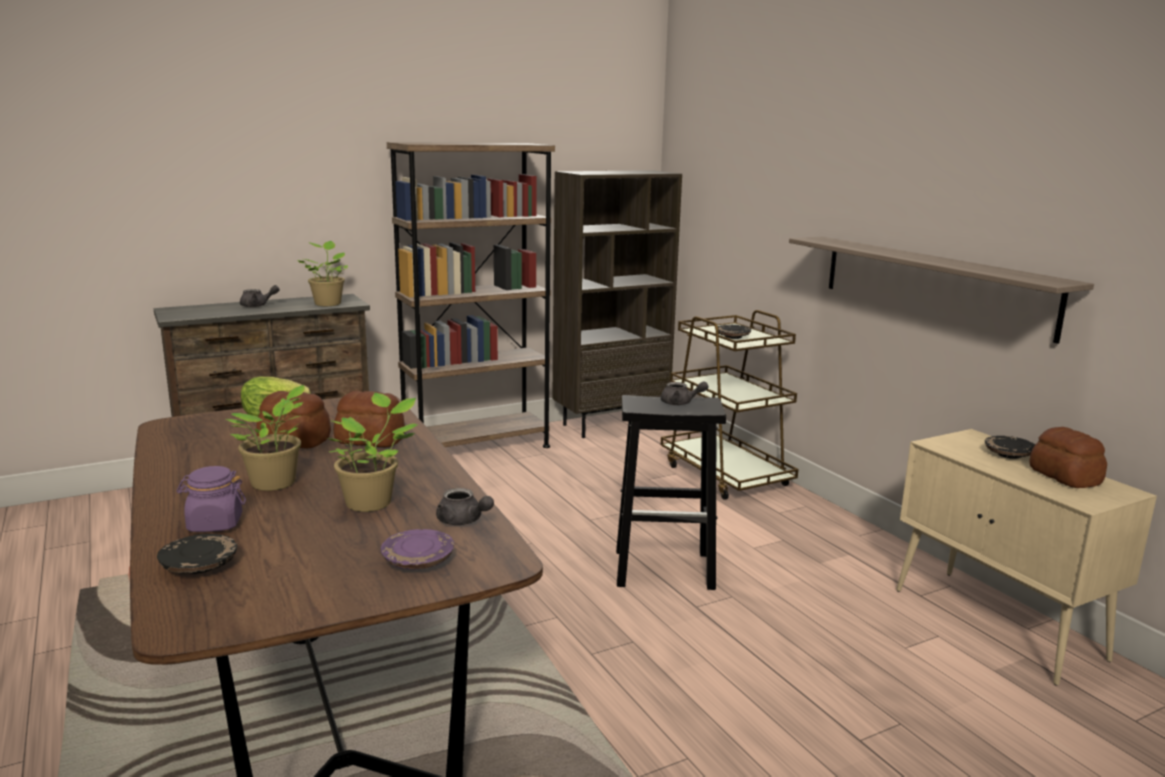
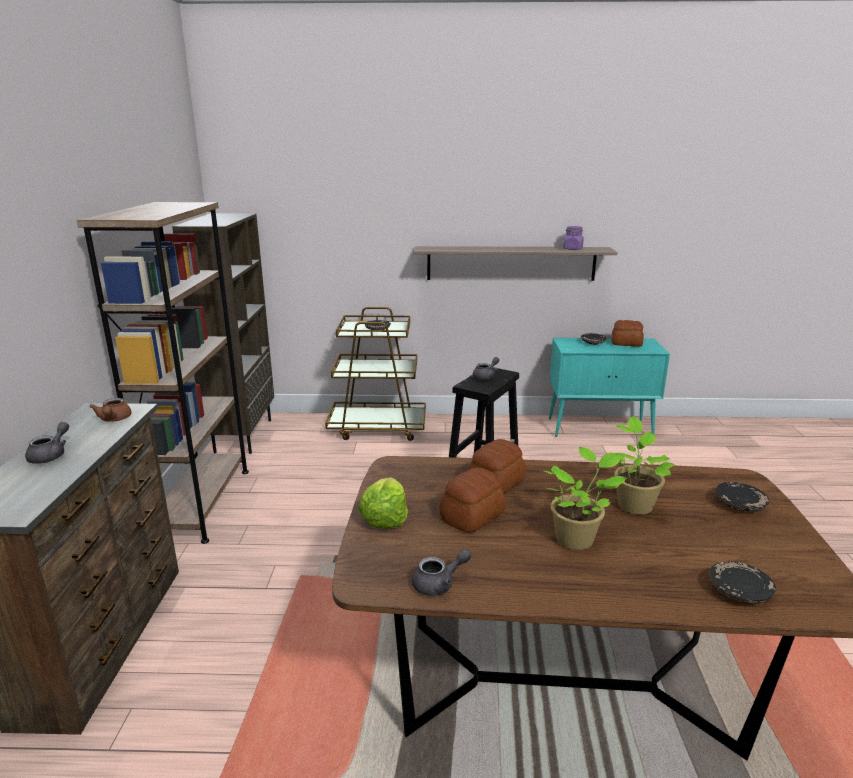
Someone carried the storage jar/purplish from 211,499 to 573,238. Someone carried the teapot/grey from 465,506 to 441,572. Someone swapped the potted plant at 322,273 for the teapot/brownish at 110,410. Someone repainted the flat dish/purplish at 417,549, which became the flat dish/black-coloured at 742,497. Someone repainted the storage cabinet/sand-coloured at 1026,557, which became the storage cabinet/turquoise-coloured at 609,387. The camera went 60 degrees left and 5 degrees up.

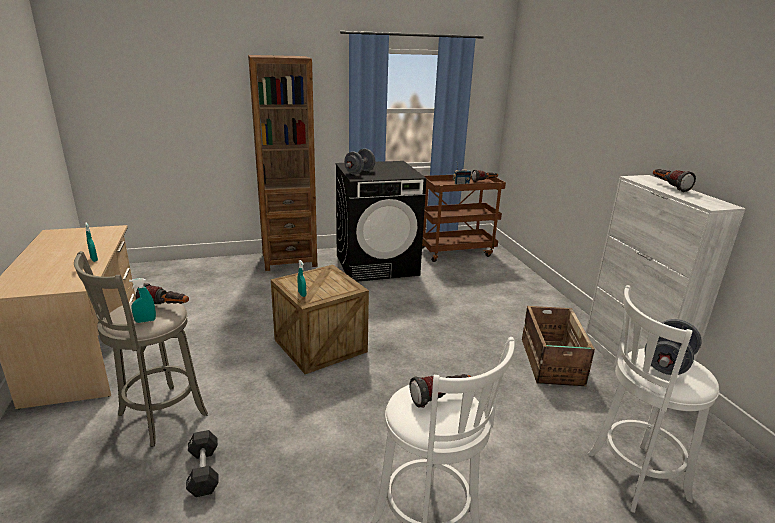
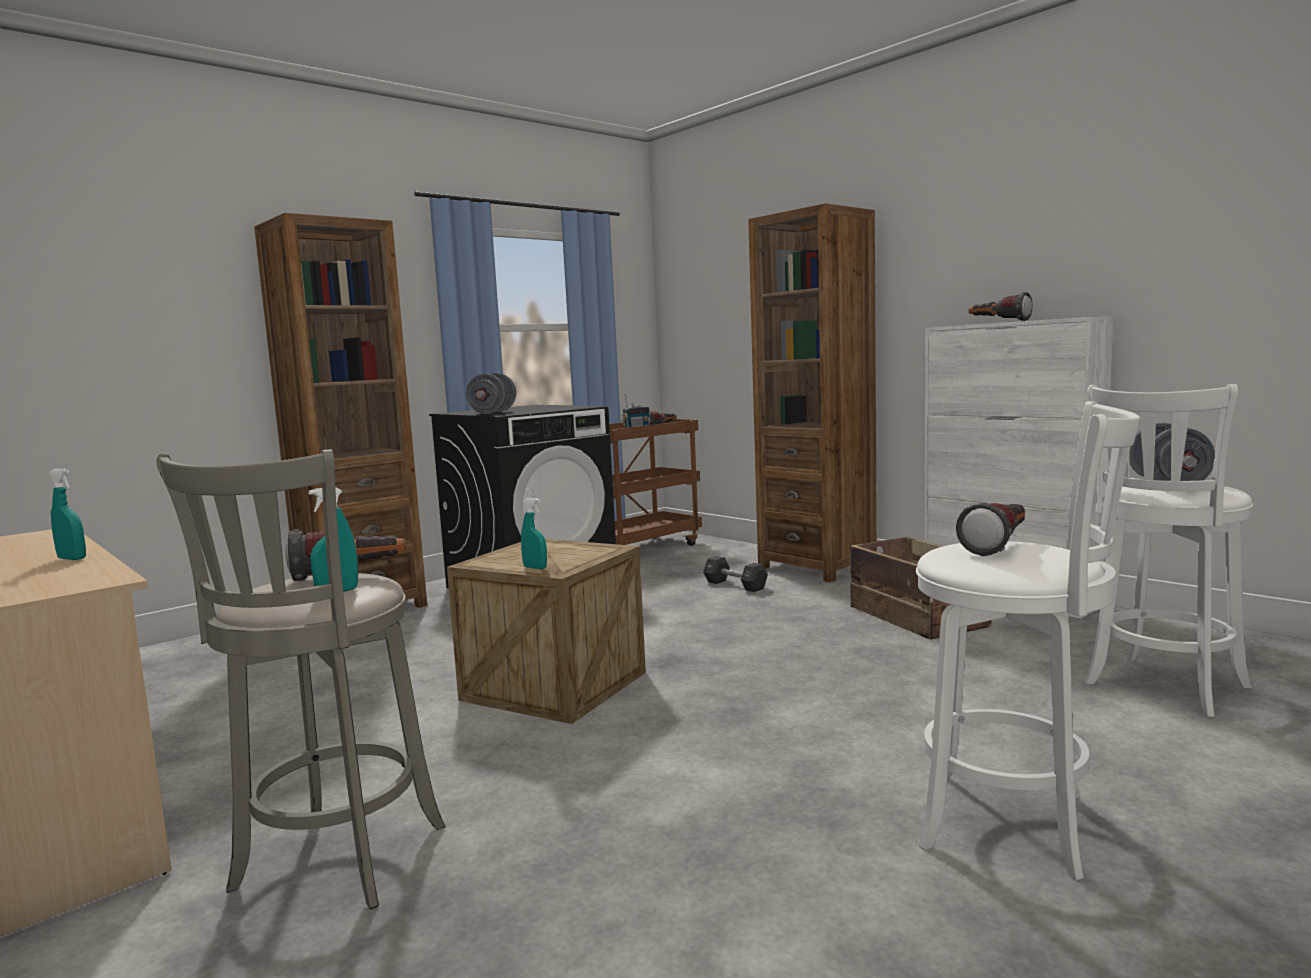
Someone put down the shelving unit/brownish at 812,393. Someone carried the dumbbell/black-coloured from 202,463 to 735,574. The camera went 25 degrees left and 15 degrees down.

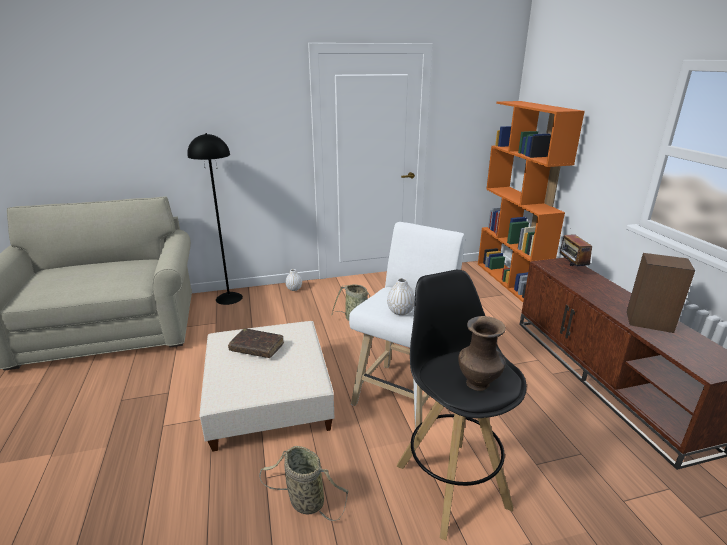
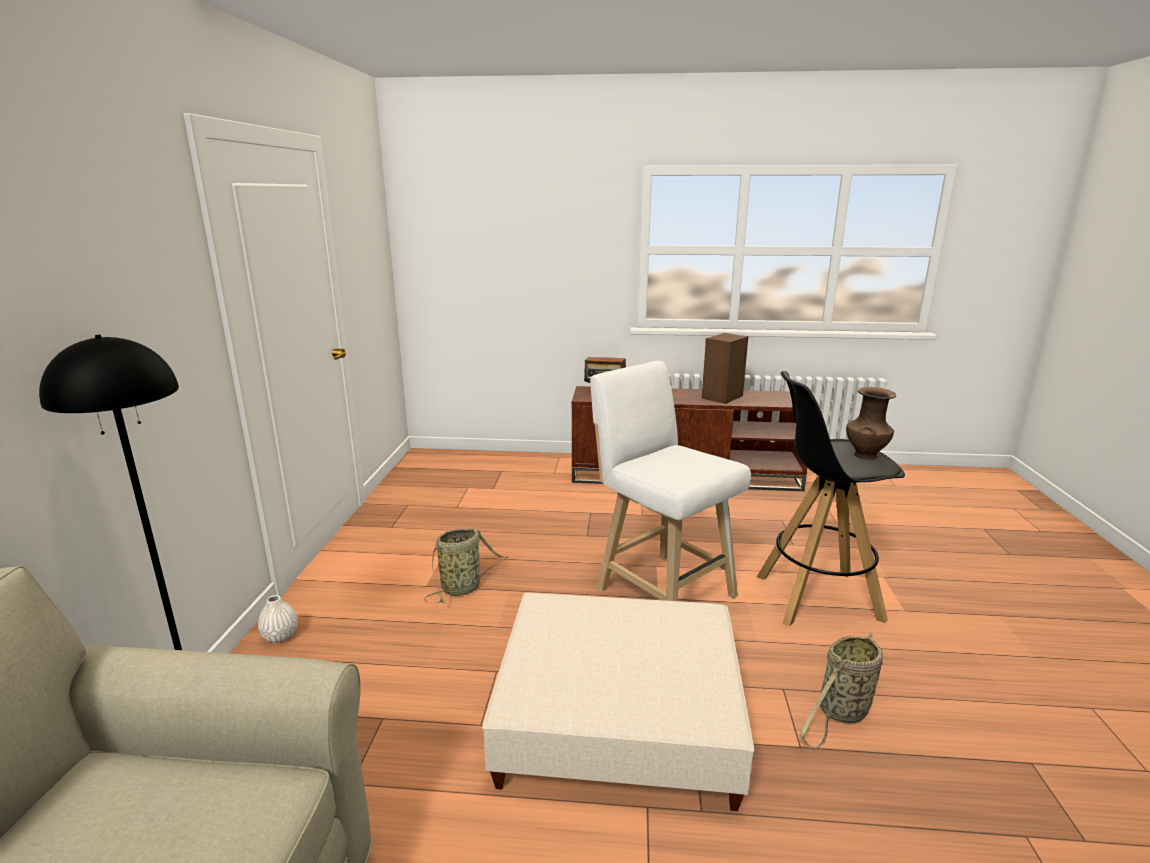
Someone took away the volume/brownish at 256,343. Someone took away the flower vase/white-coloured at 401,296. Someone took away the shelving unit/orange-coloured at 531,201. The camera went 70 degrees left and 5 degrees down.

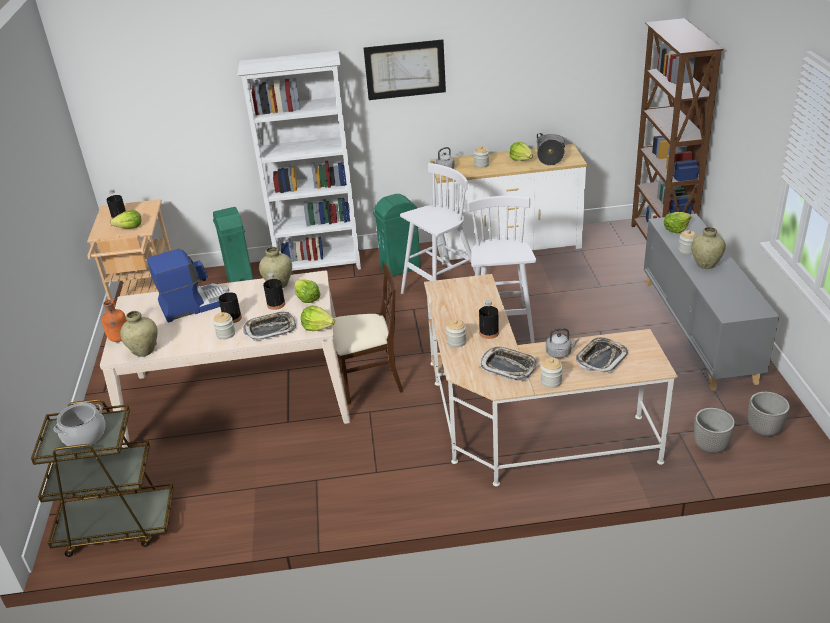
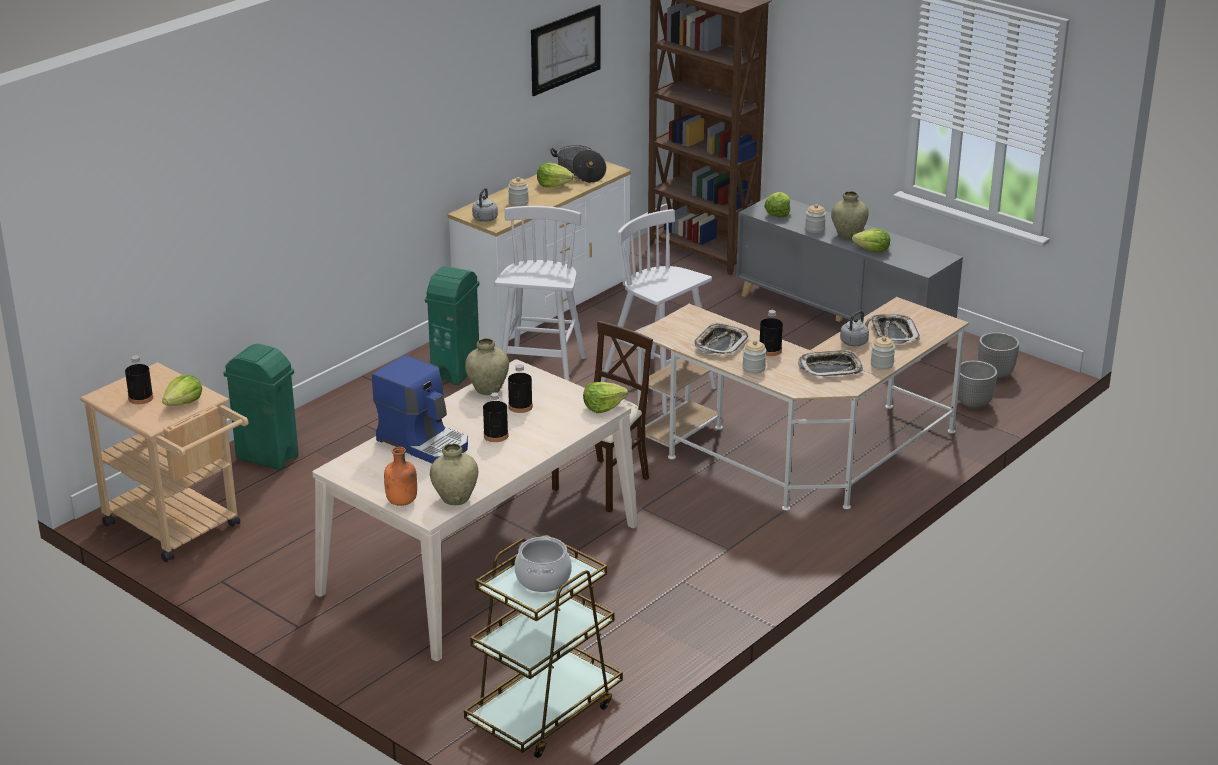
Someone took away the storage jar at 224,326. Someone took away the shelving unit/white-coloured at 299,161. Someone carried the serving tray from 269,326 to 721,338. Someone carried the lettuce from 307,291 to 871,241. Someone carried the wall picture from 405,69 to 566,50. Someone rotated the coffee maker at 185,285 by 105 degrees clockwise. The camera went 45 degrees left and 5 degrees down.

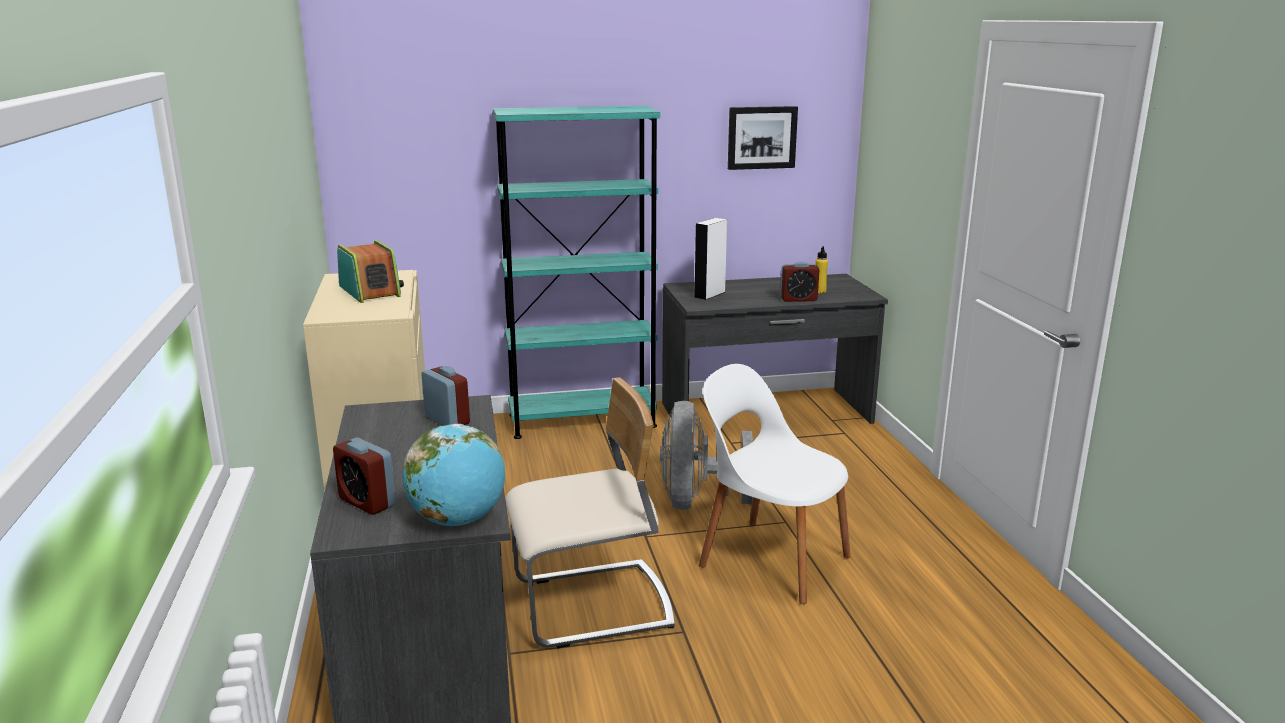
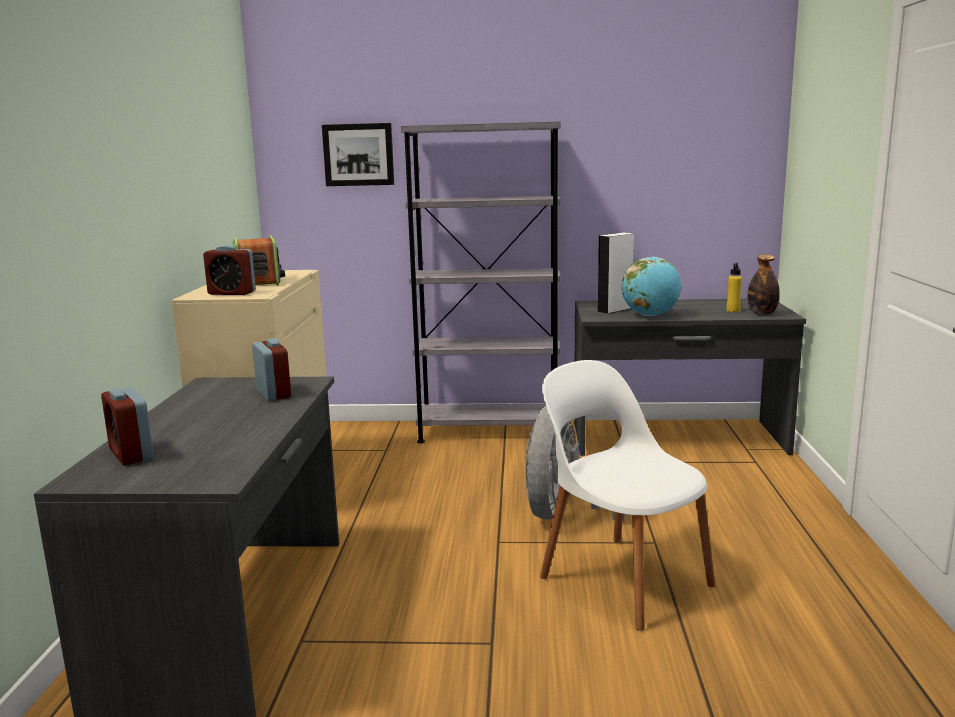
Someone took away the plain chair/sand-coloured at 590,512. Someone put down the bottle at 763,285. Someone carried the desk globe from 453,475 to 651,286. Someone carried the wall picture from 763,138 to 358,154. Someone carried the bedside clock from 799,282 to 229,270. Someone repainted the shelving unit/turquoise-coloured at 576,272, which became the shelving unit/grey at 481,282. The camera went 15 degrees right and 5 degrees down.

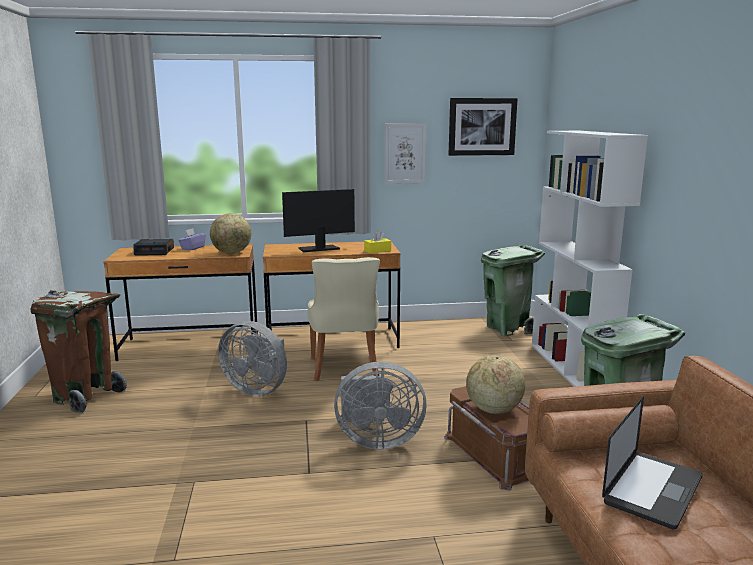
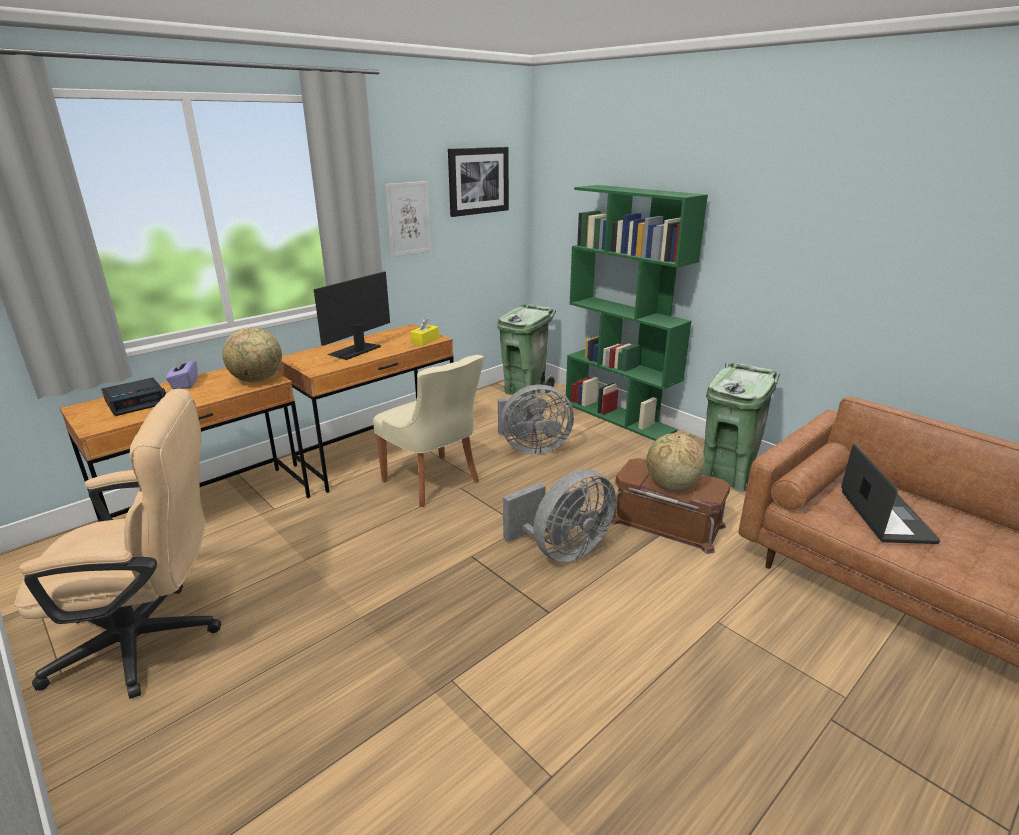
Someone carried the cooling fan/grey from 252,358 to 536,419. Someone swapped the rubbish bin/brownish at 79,352 for the desk chair/sand-coloured at 118,544. Someone repainted the shelving unit/white-coloured at 590,259, which became the shelving unit/green-coloured at 636,313. The camera went 35 degrees left and 10 degrees up.

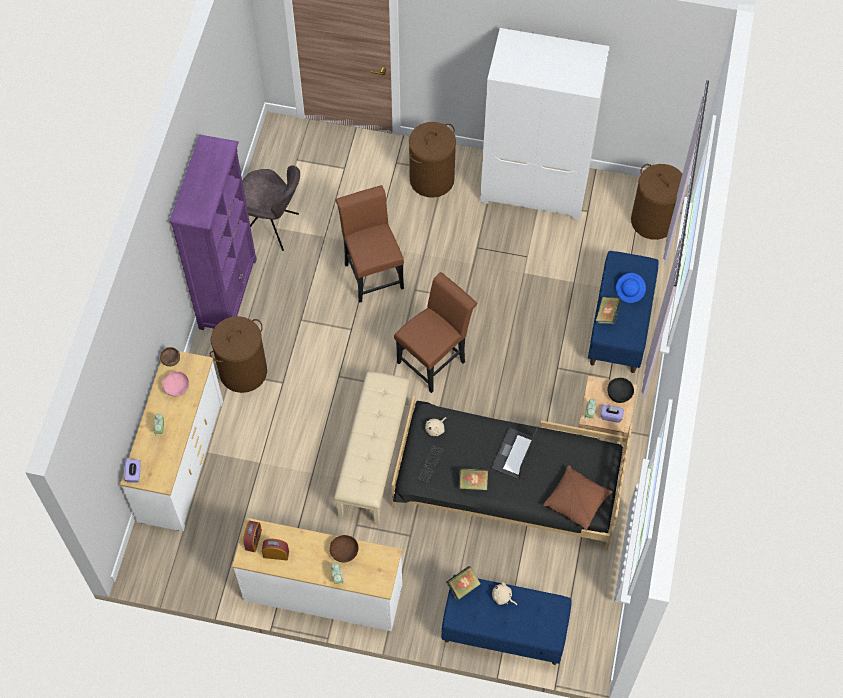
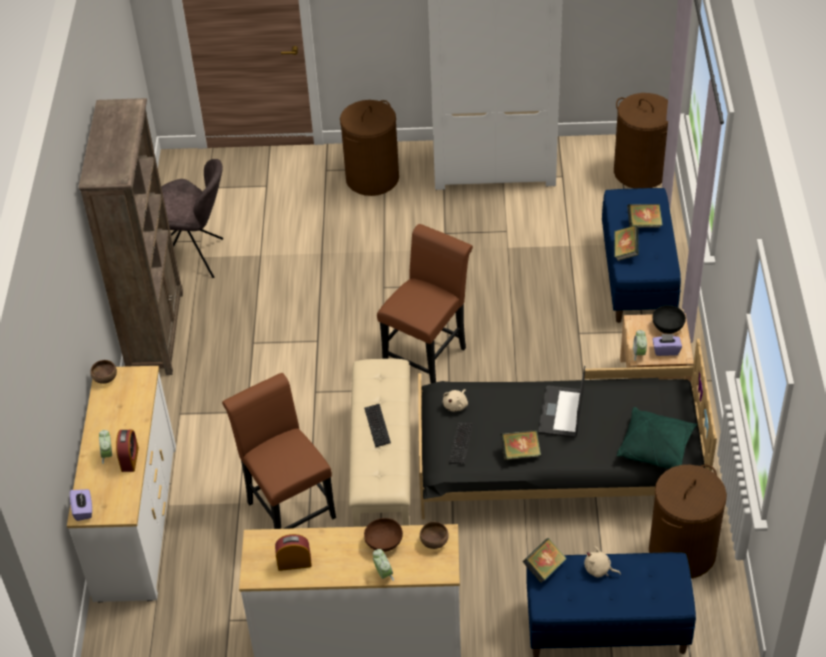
Someone took away the deep dish/pink-coloured at 175,383. Someone put down the PC keyboard at 377,425. Someone put down the deep dish/brownish at 434,535. Someone carried the washing basket/brownish from 238,354 to 688,522. Someone carried the bedside clock from 252,536 to 127,451. Someone carried the plain chair/brownish from 370,244 to 279,451. Someone swapped the clothing hat/bluish at 631,288 for the volume at 645,216. Someone repainted the shelving unit/purplish at 213,232, which became the shelving unit/brownish at 131,236. Someone repainted the throw pillow/brownish at 578,498, which became the throw pillow/green-coloured at 657,438. The camera went 10 degrees left and 15 degrees down.

